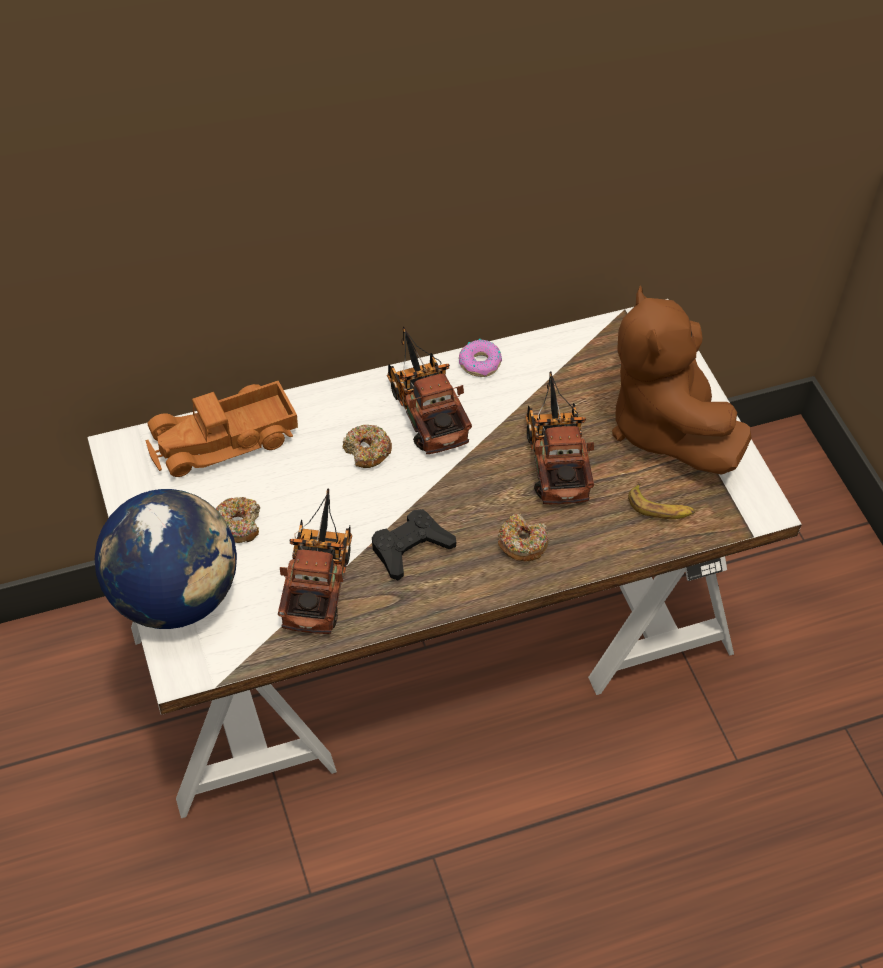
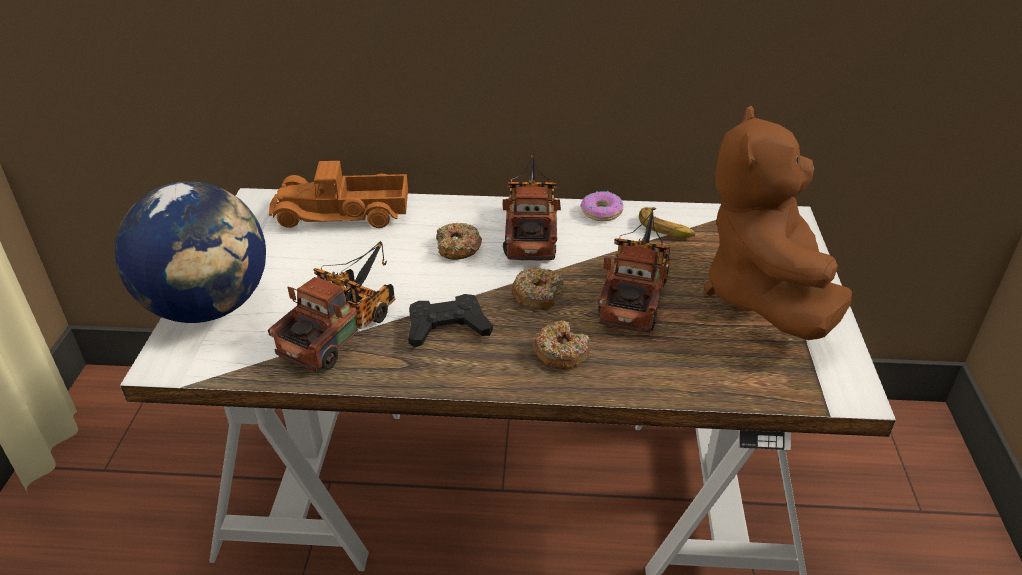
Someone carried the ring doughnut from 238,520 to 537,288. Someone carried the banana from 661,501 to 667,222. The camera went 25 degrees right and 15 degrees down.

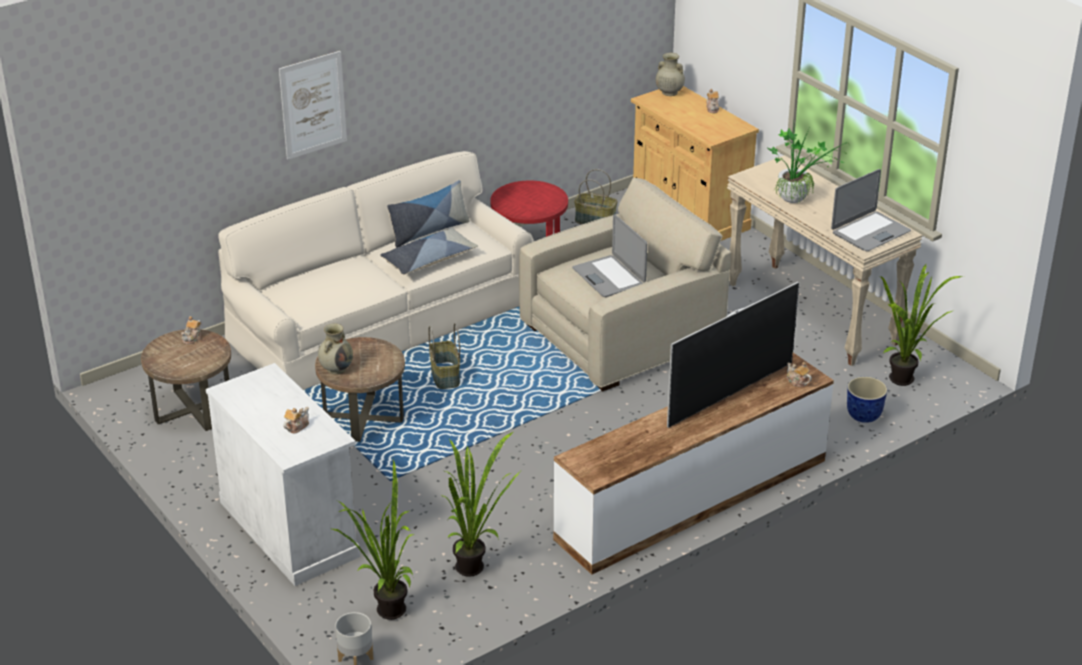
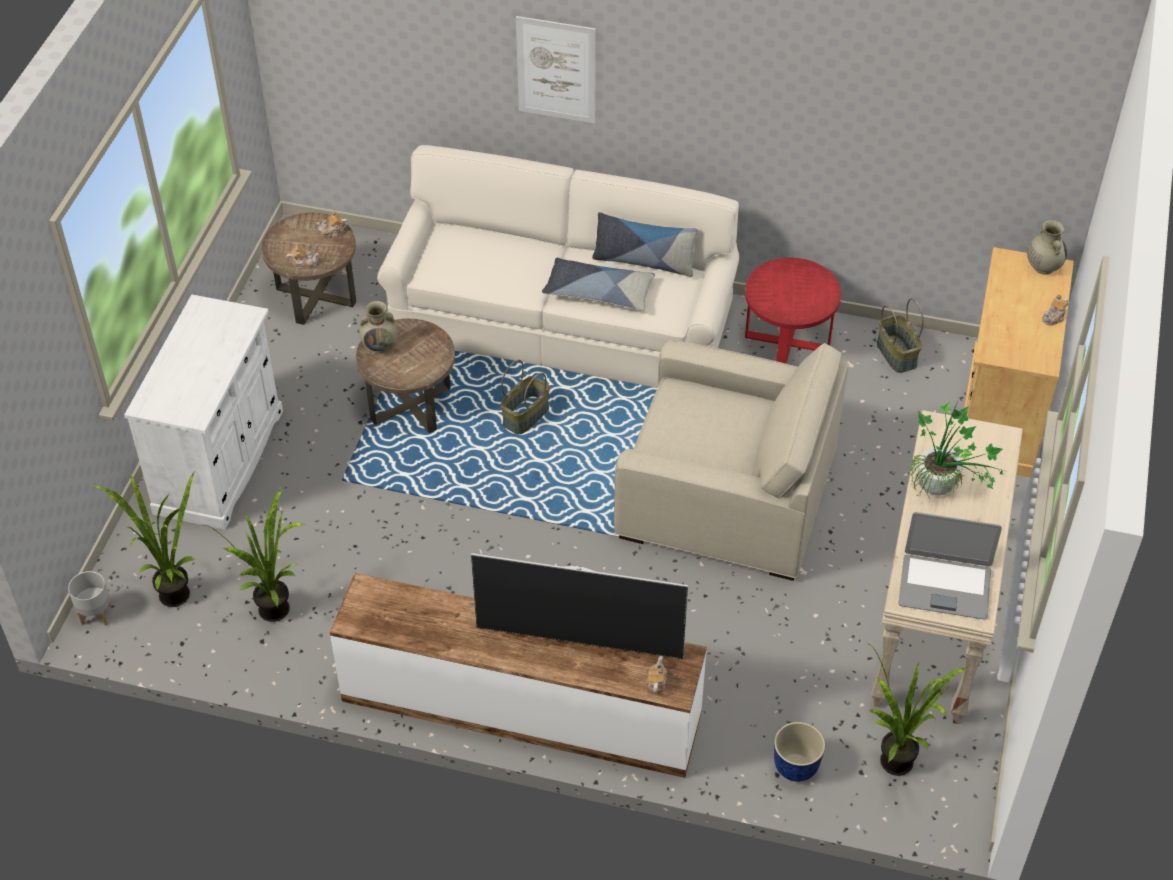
Someone took away the laptop at 609,255. Someone carried the teapot from 296,420 to 302,257. The camera went 50 degrees right and 15 degrees up.

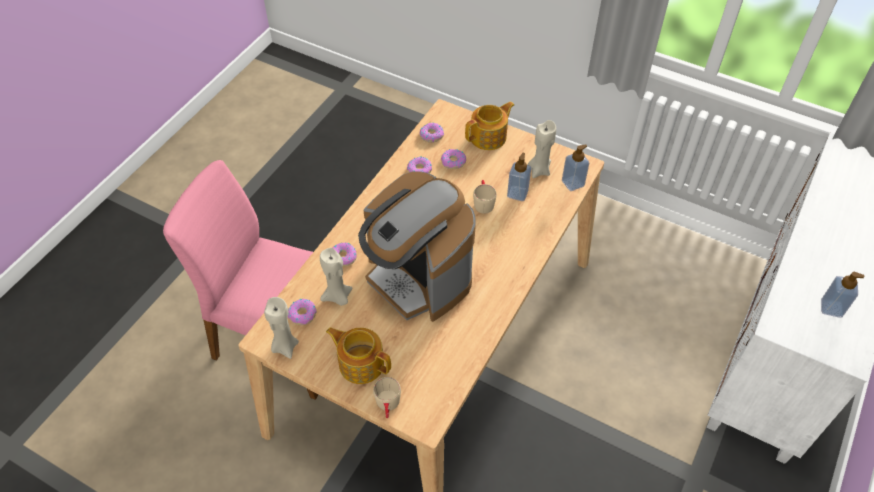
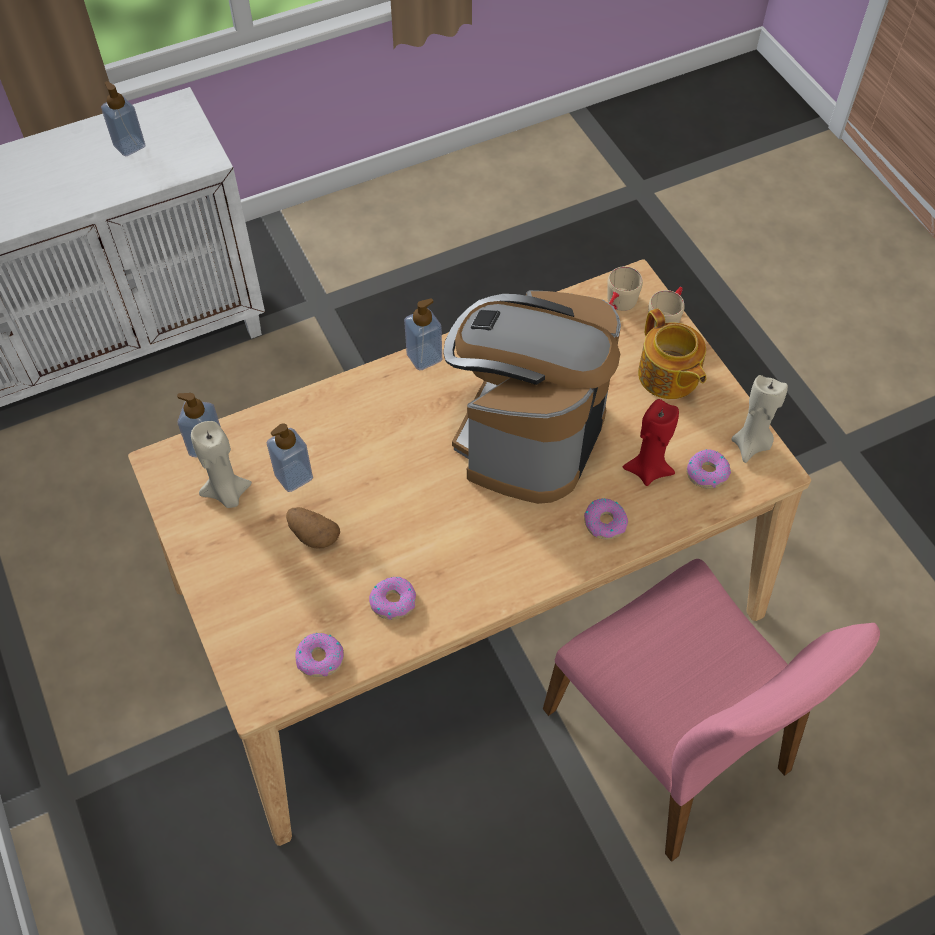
Someone took away the ring doughnut at 453,159. Someone took away the teapot at 489,126. Someone put down the whole potato at 313,528. Someone put down the soap dispenser at 423,334. Someone carried the mug/sand-coloured from 485,197 to 625,288. Someone repainted the wax candle/sand-coloured at 336,277, which became the wax candle/red at 650,442. Someone rotated the coffee maker at 417,246 by 150 degrees counterclockwise. The camera went 145 degrees left and 5 degrees up.

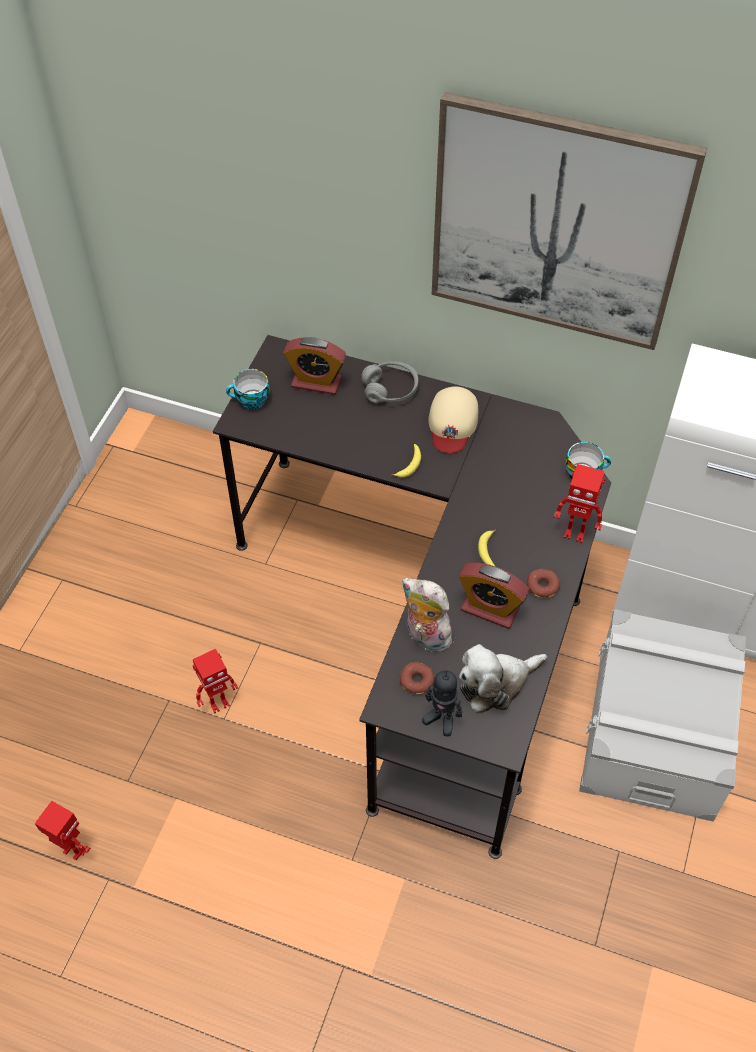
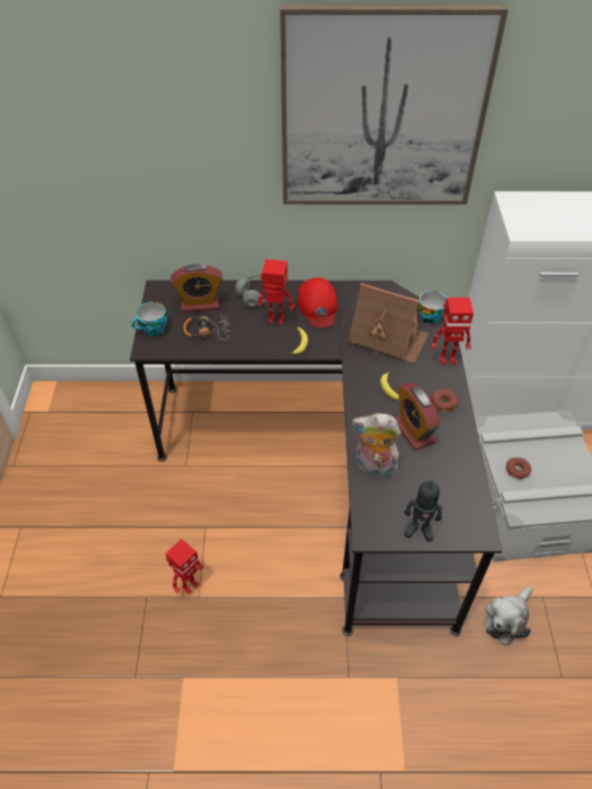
Someone put down the headphones at 207,327. Someone put down the model house at 388,323. Someone carried the robot figure from 63,830 to 276,292. Someone carried the ring doughnut from 416,678 to 518,468. Someone carried the soft toy from 503,678 to 508,616. Someone repainted the cap/sand-coloured at 453,419, which became the cap/red at 317,303. Someone rotated the bedside clock at 494,596 by 60 degrees clockwise. The camera went 20 degrees left and 5 degrees down.

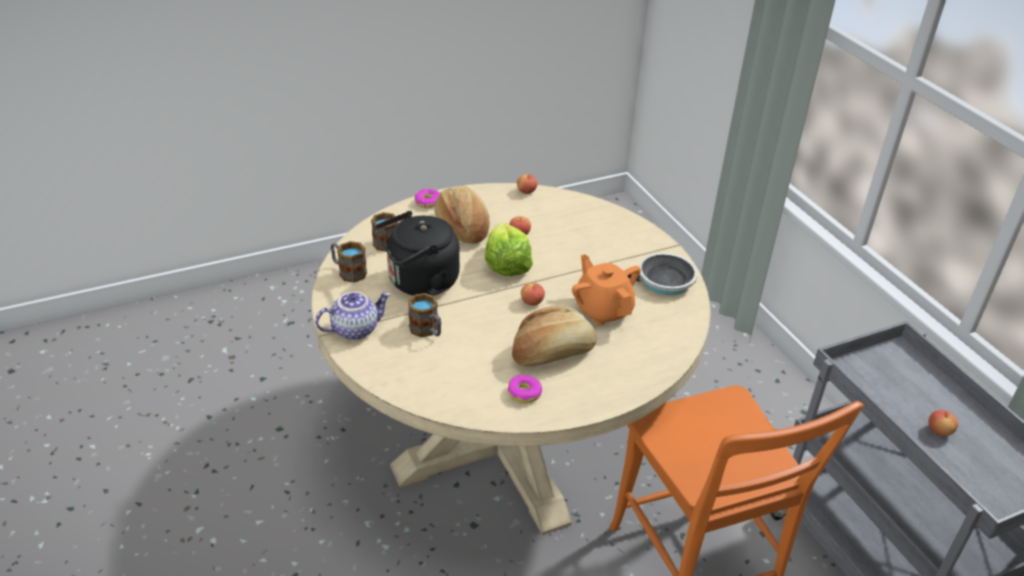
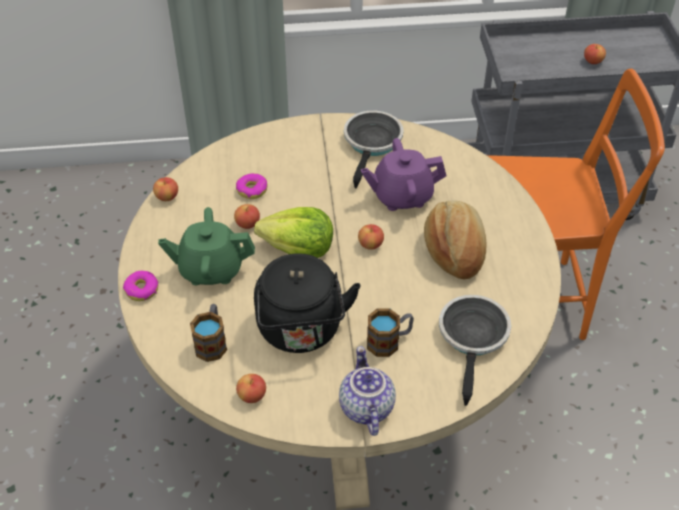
Someone put down the frying pan at 475,350. Someone carried the ring doughnut from 525,389 to 251,186. Someone swapped the mug at 349,262 for the apple at 251,388. Someone swapped the bread at 462,214 for the teapot/green-coloured at 206,246. Someone repainted the teapot/orange-coloured at 606,289, which became the teapot/purplish at 403,174. The camera went 70 degrees left and 10 degrees up.

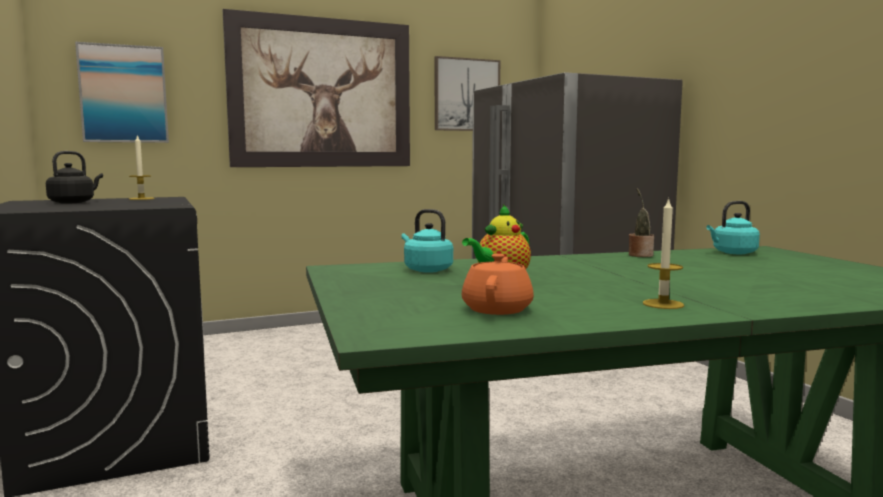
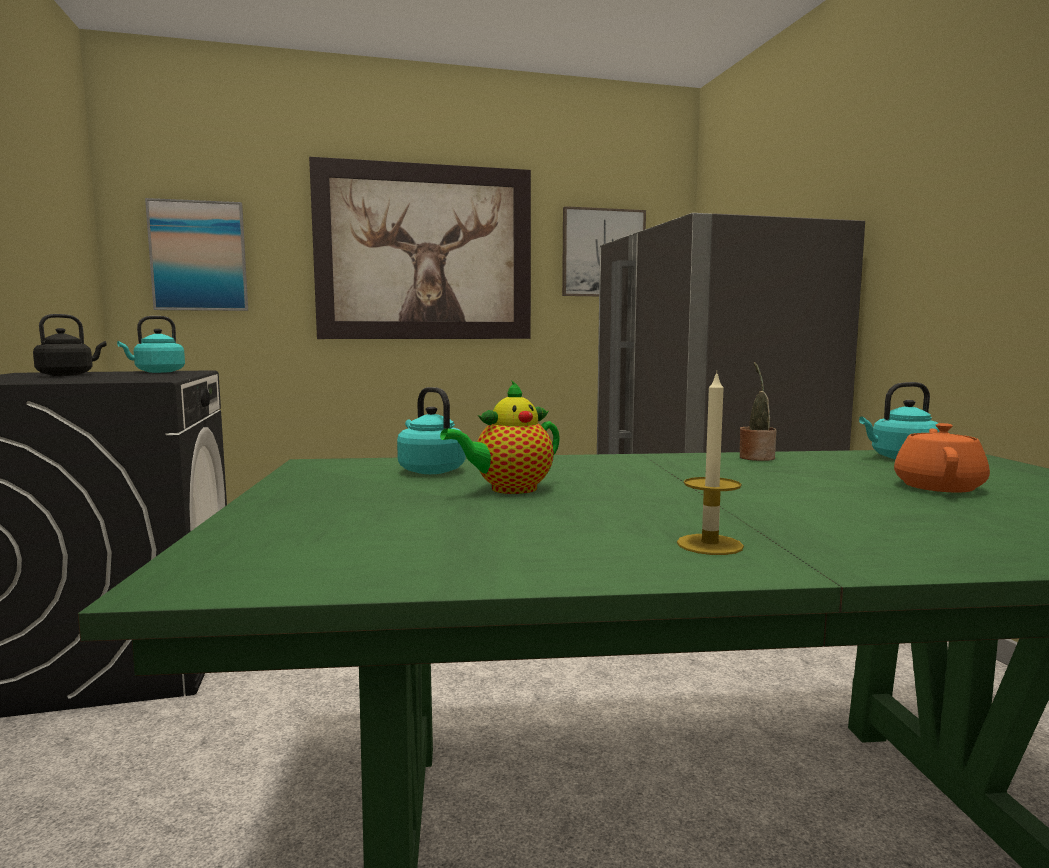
Someone carried the teapot/orange-coloured from 498,284 to 942,457. Someone swapped the wax candle at 141,167 for the tea kettle/turquoise-coloured at 151,344. The camera went 10 degrees right and 0 degrees up.

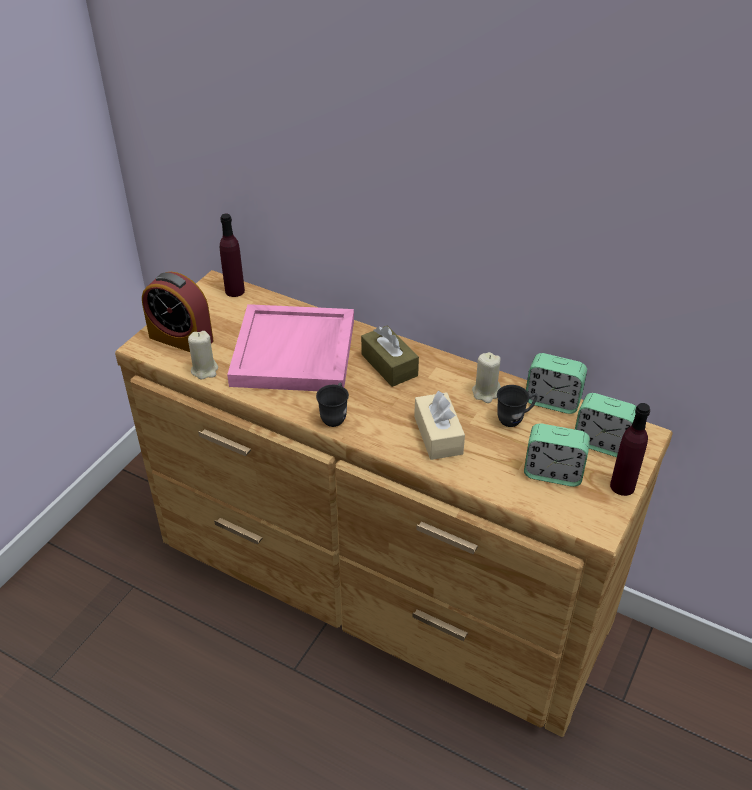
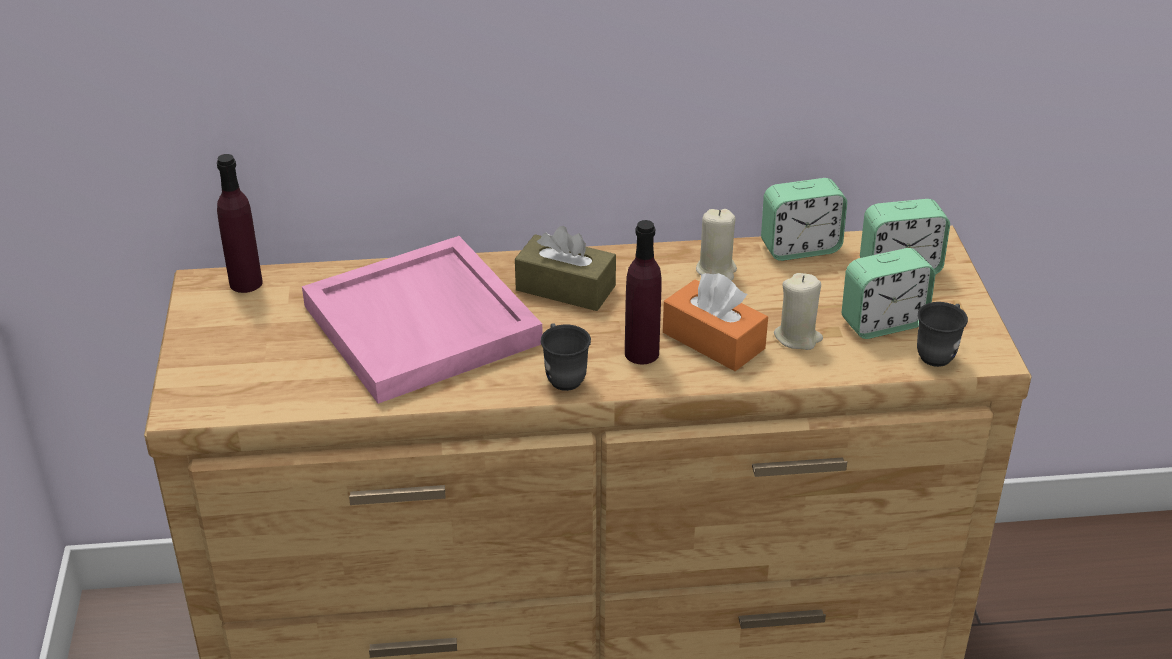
Someone took away the bedside clock at 178,312. Someone carried the wax candle/sand-coloured from 203,355 to 798,311. Someone carried the mug/grey from 517,406 to 942,334. Someone carried the bottle/purplish from 630,449 to 643,292. Someone repainted the tissue holder/sand-coloured at 439,425, which became the tissue holder/orange-coloured at 715,322. The camera went 35 degrees left and 5 degrees down.

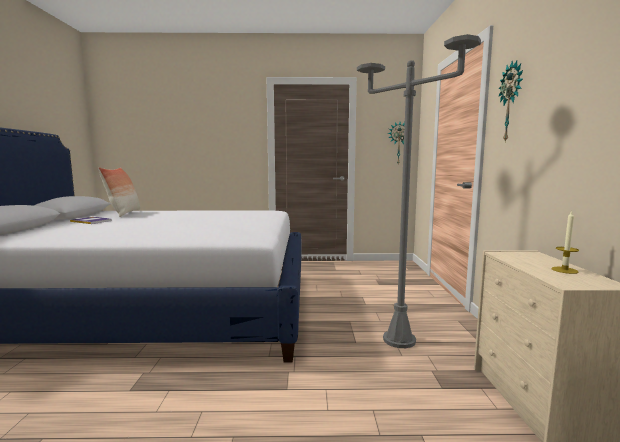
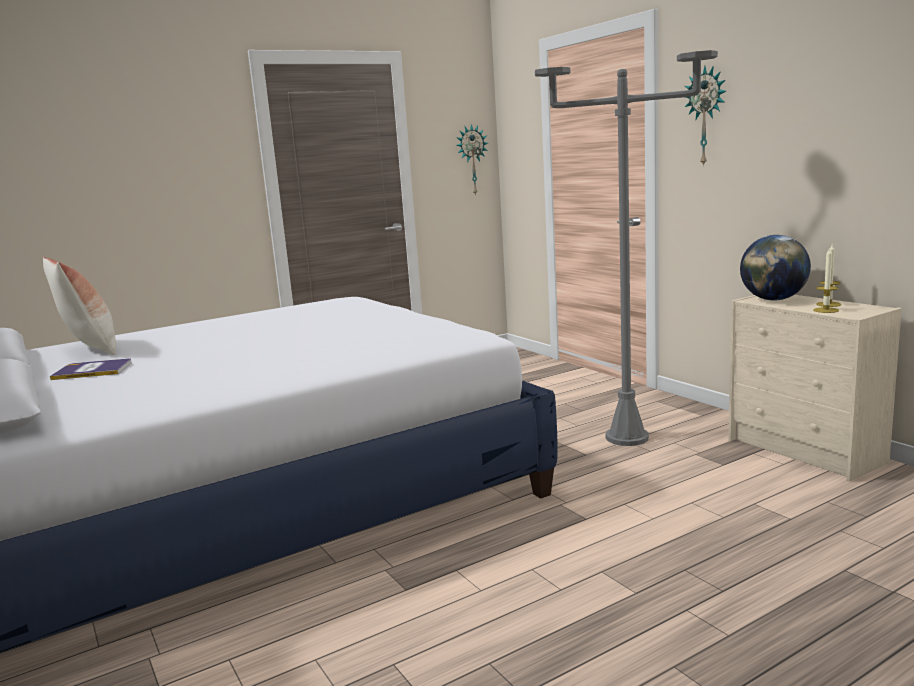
Someone put down the desk globe at 775,268. Someone put down the wax candle at 826,280. The camera went 30 degrees left and 5 degrees up.

